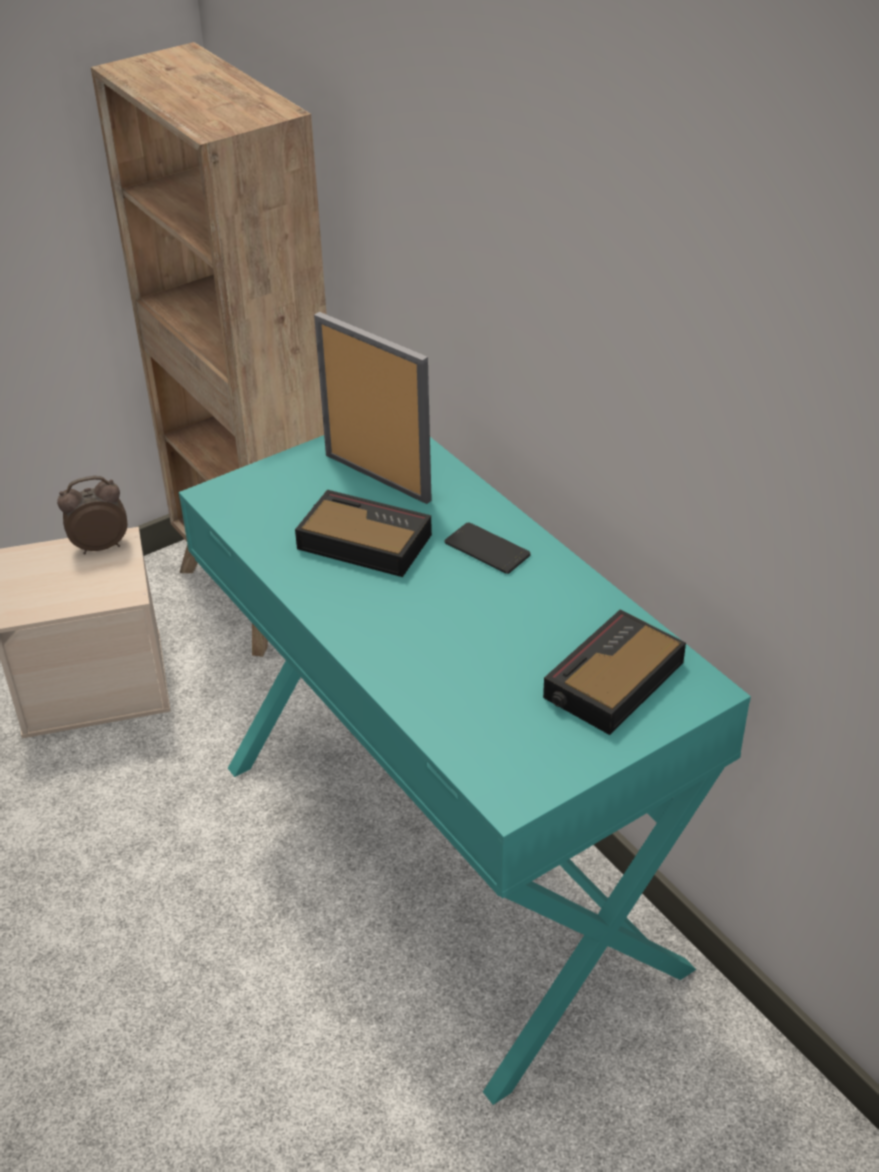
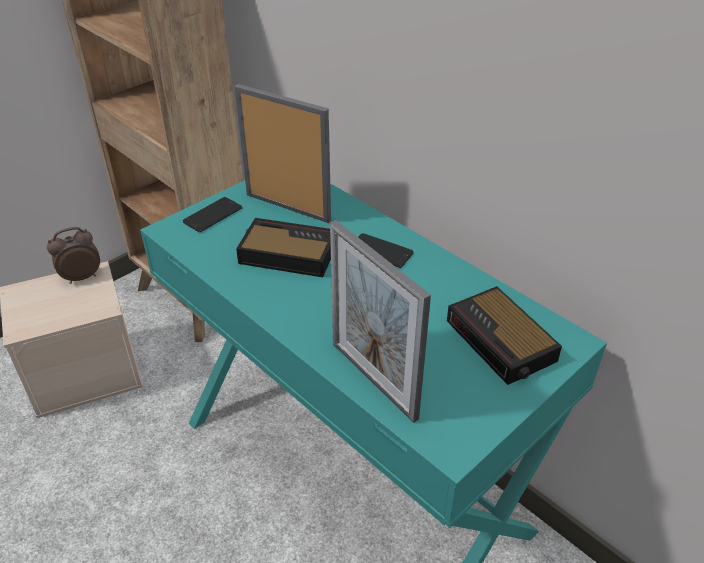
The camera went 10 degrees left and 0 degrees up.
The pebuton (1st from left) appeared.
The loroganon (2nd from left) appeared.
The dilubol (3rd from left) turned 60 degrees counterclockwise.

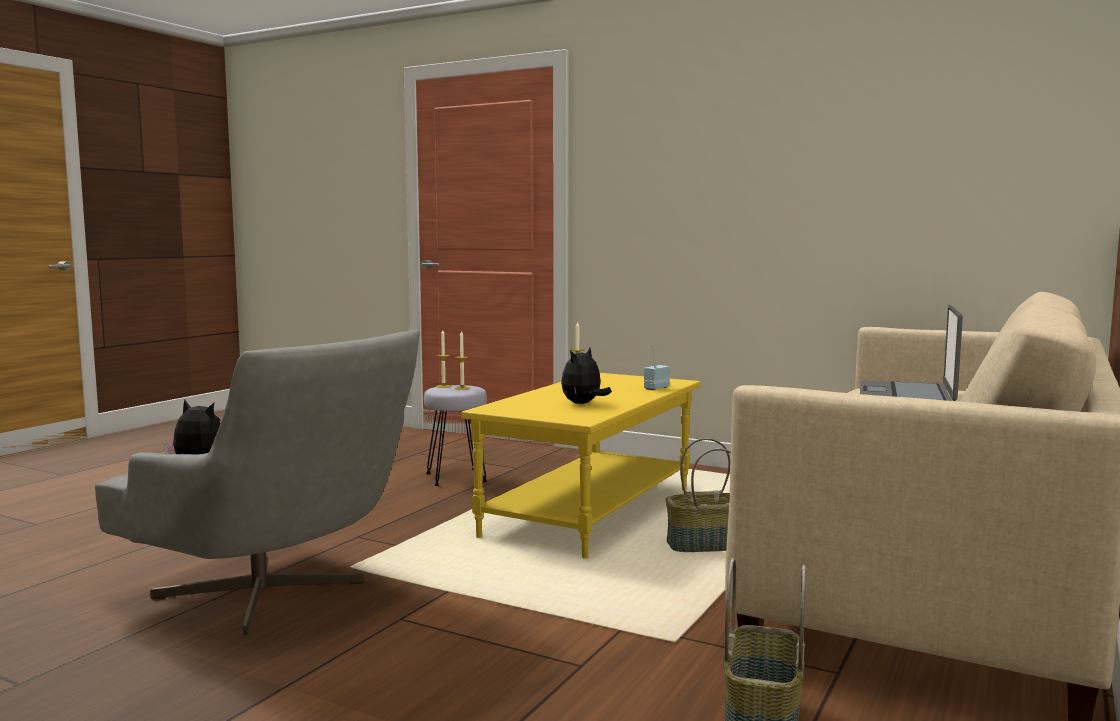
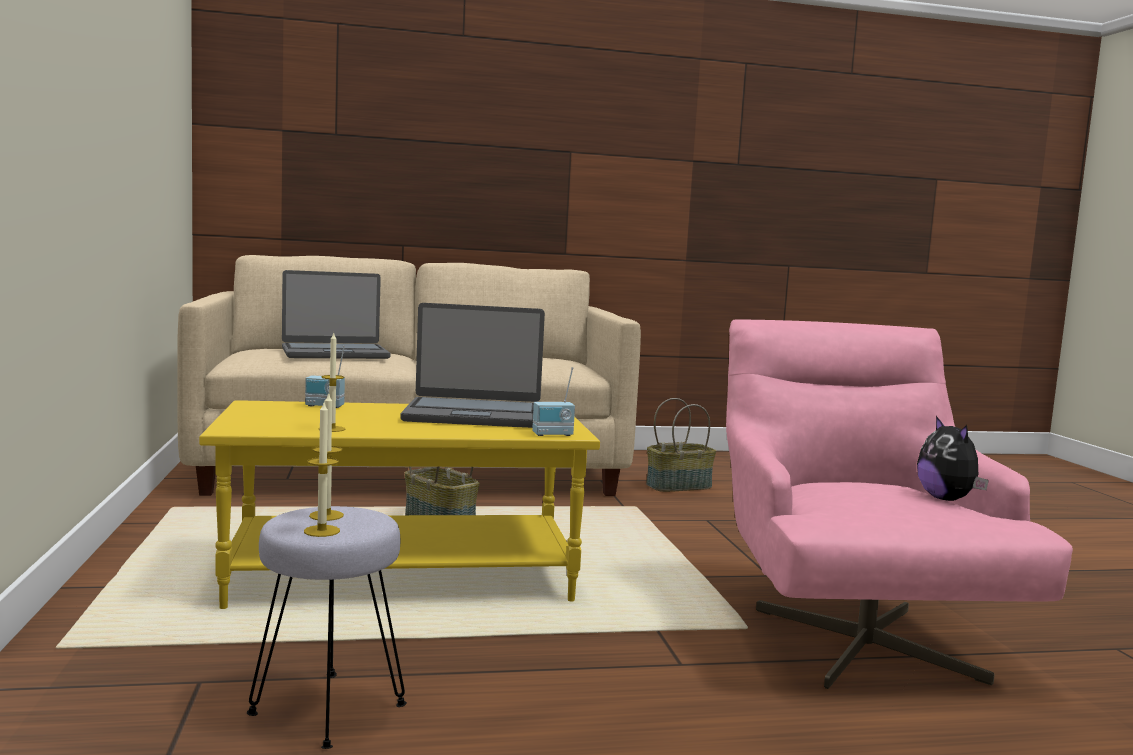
The camera went 130 degrees left and 0 degrees up.
The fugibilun (2nd from left) appeared.
The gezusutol (2nd from left) was replaced by the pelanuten (2nd from left).
The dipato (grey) became the dipato (pink).

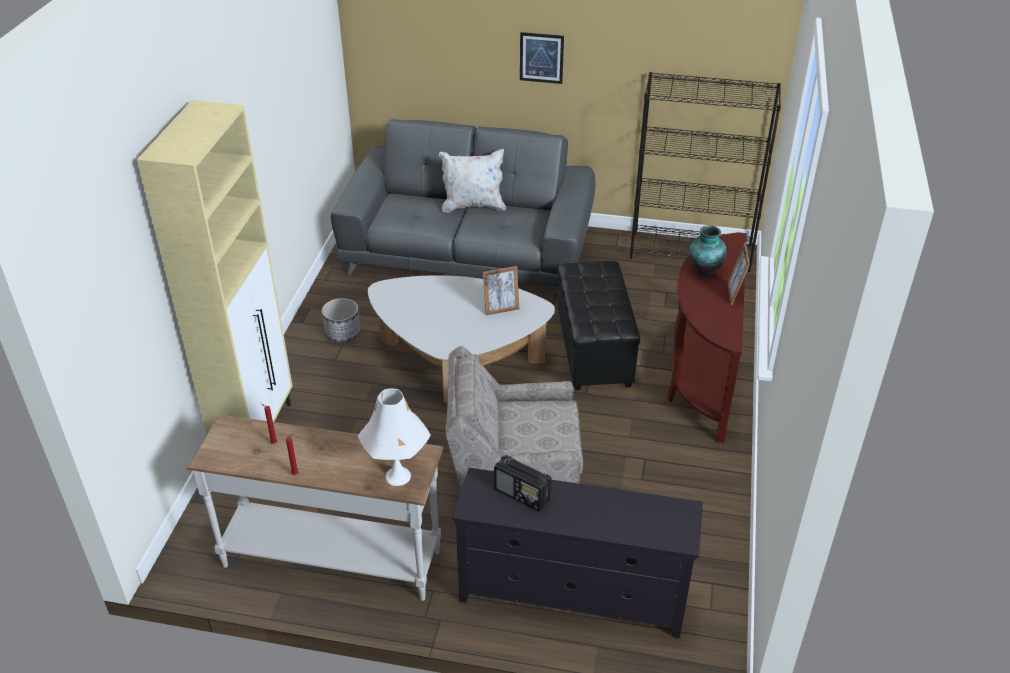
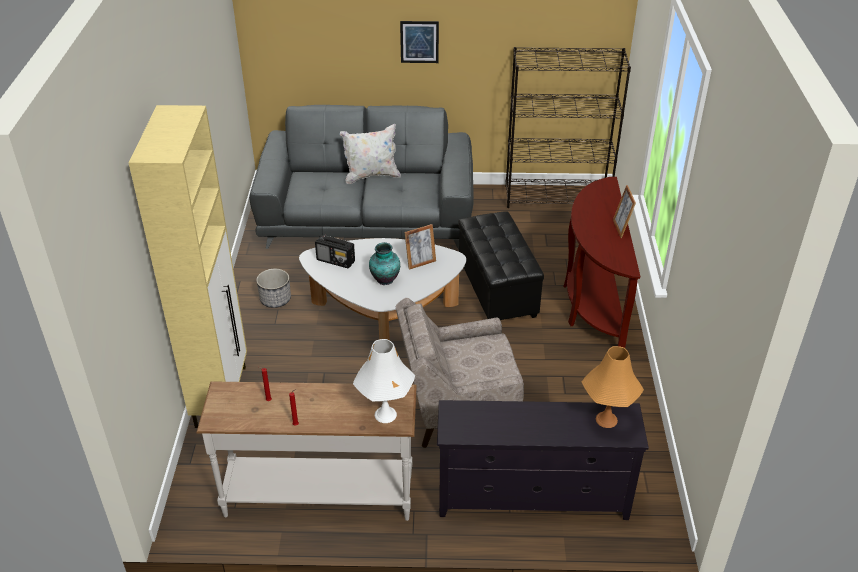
The camera went 10 degrees left and 0 degrees up.
The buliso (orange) appeared.
The fugibilun moved.
The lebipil moved.

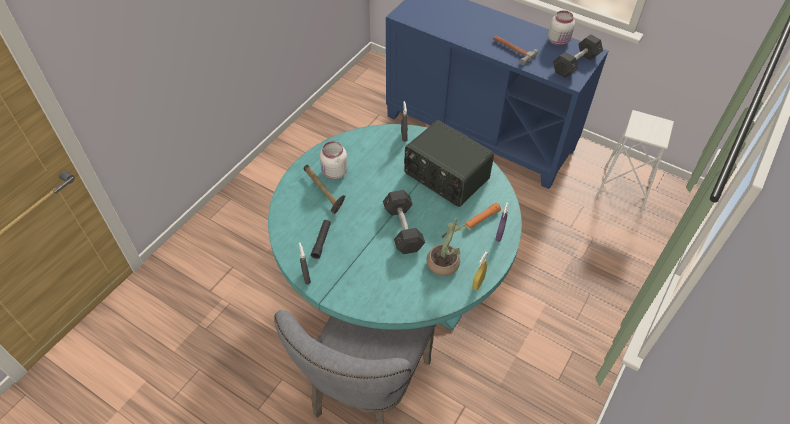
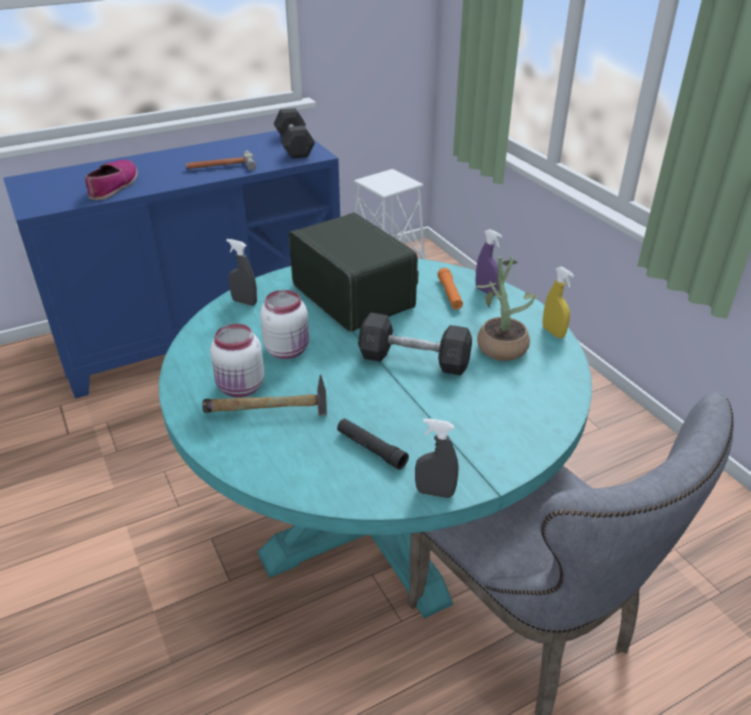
The camera went 60 degrees left and 15 degrees down.
The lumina appeared.
The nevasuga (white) (2nd from left) moved.
The fugibilun turned 105 degrees counterclockwise.

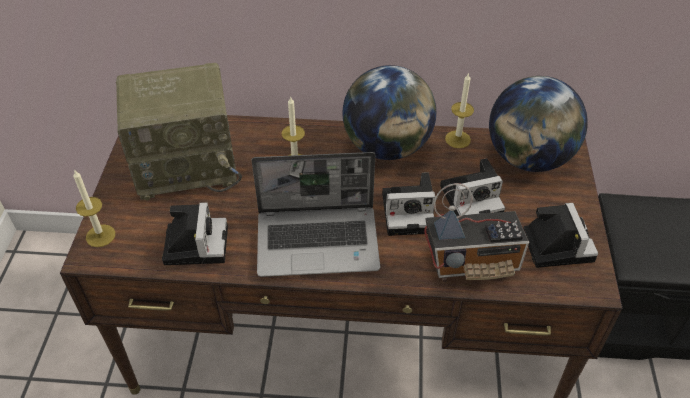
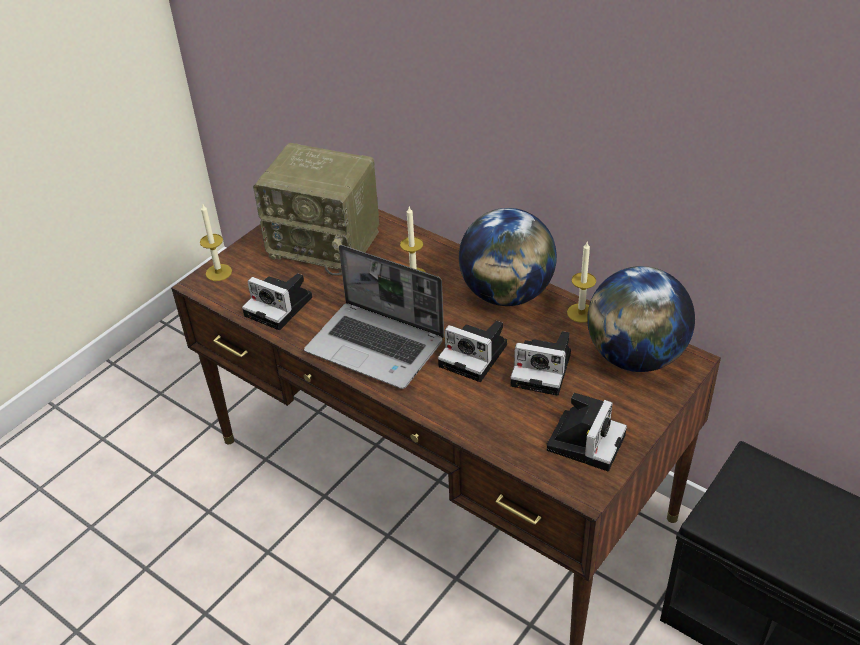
The camera went 35 degrees right and 5 degrees down.
The fugibilun (2nd from left) disappeared.
The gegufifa (1st from left) turned 90 degrees clockwise.

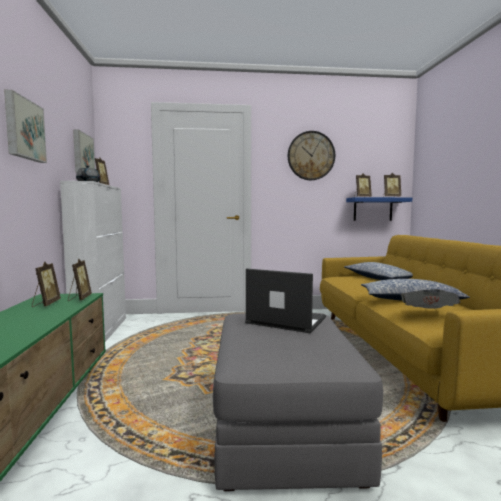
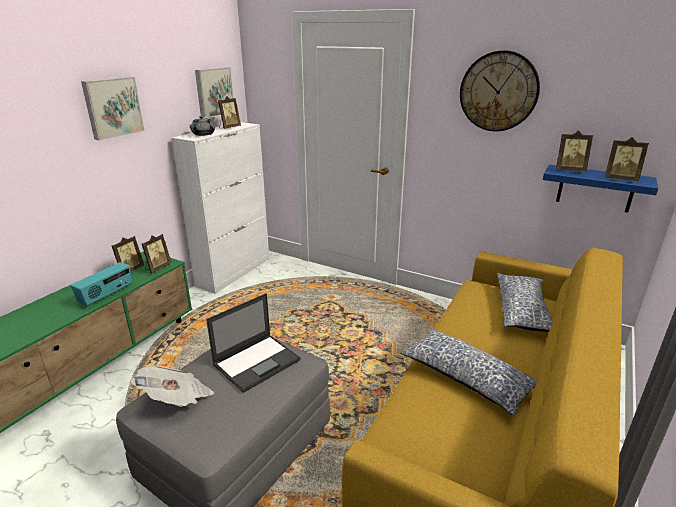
The camera went 35 degrees right and 20 degrees up.
The fugibilun appeared.
The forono moved.
The pelanuten turned 75 degrees clockwise.

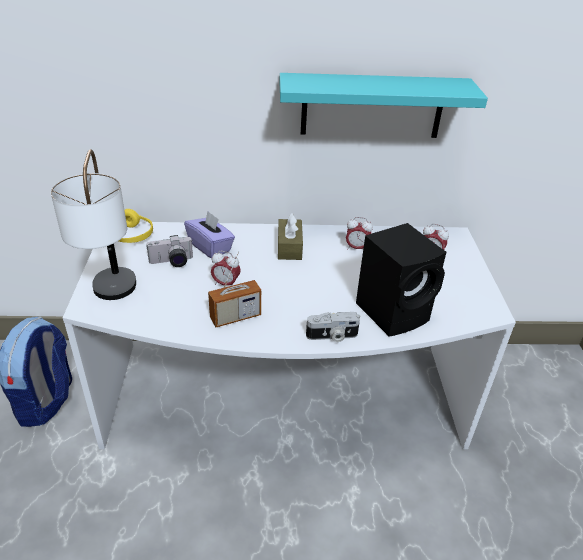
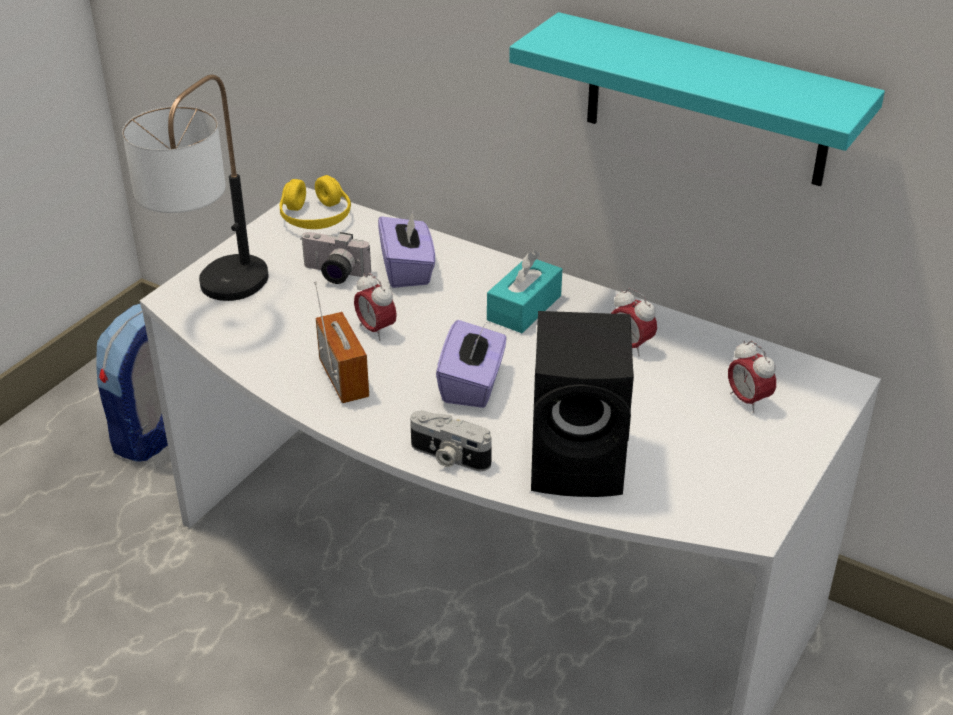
The camera went 35 degrees right and 0 degrees up.
The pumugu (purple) (2nd from left) appeared.
The pumugu (brown) became the pumugu (turquoise).
The fugibilun turned 120 degrees counterclockwise.

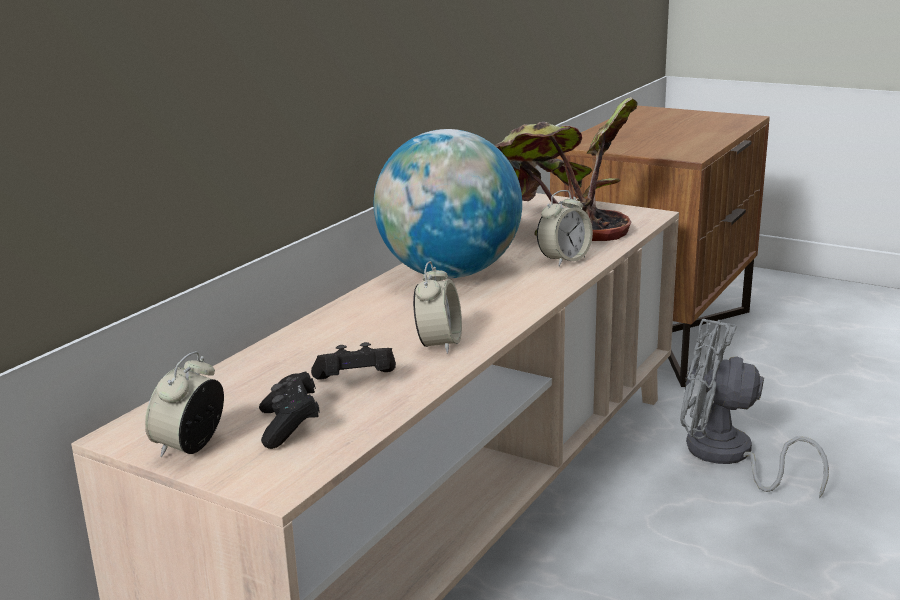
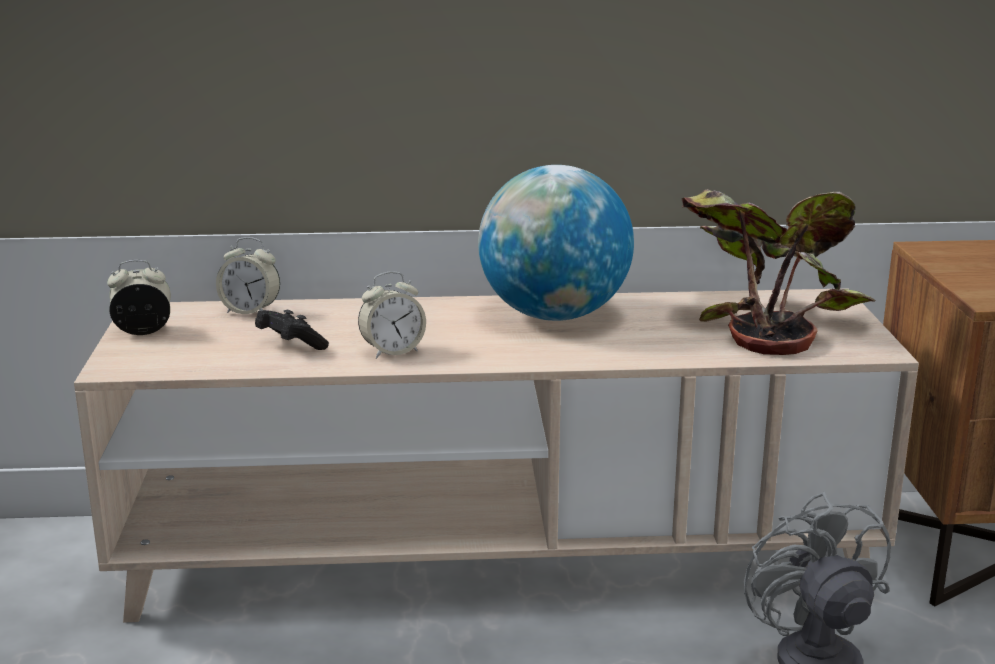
The camera went 55 degrees right and 0 degrees up.
The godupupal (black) (1st from left) disappeared.
The dilubol (3rd from left in the first image) moved.

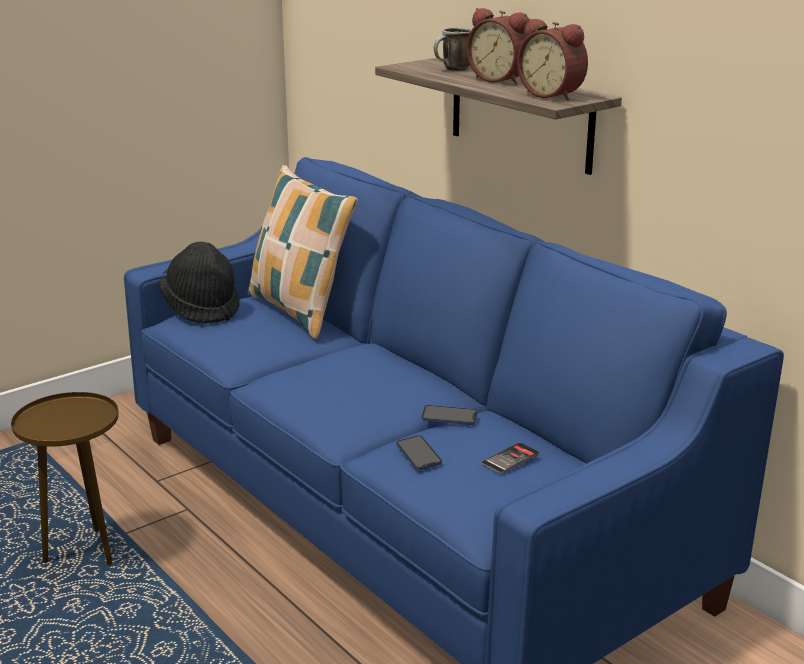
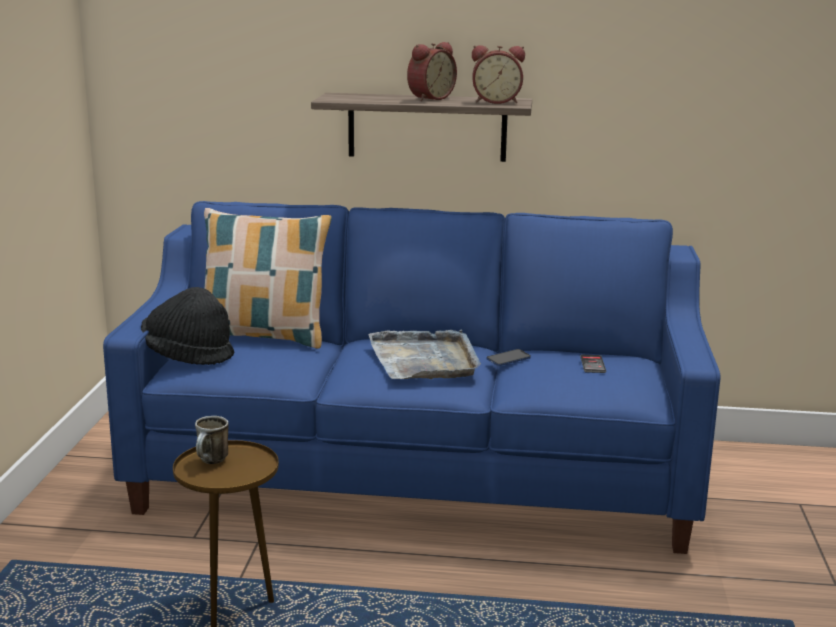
The camera went 45 degrees left and 5 degrees down.
The pebuton (1st from left) disappeared.
The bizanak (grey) appeared.
The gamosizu moved.
The dilubol (1st from left) turned 45 degrees counterclockwise.

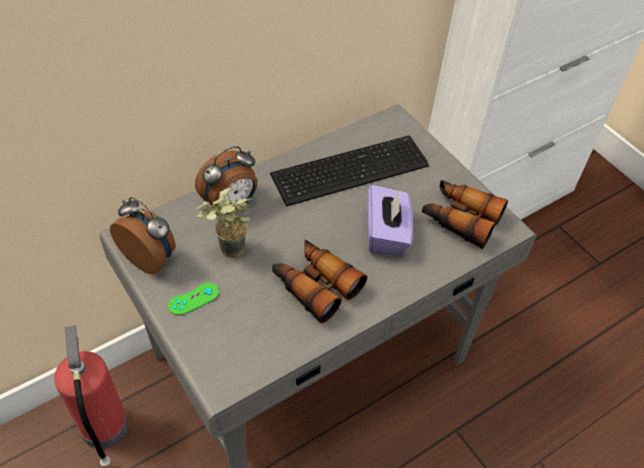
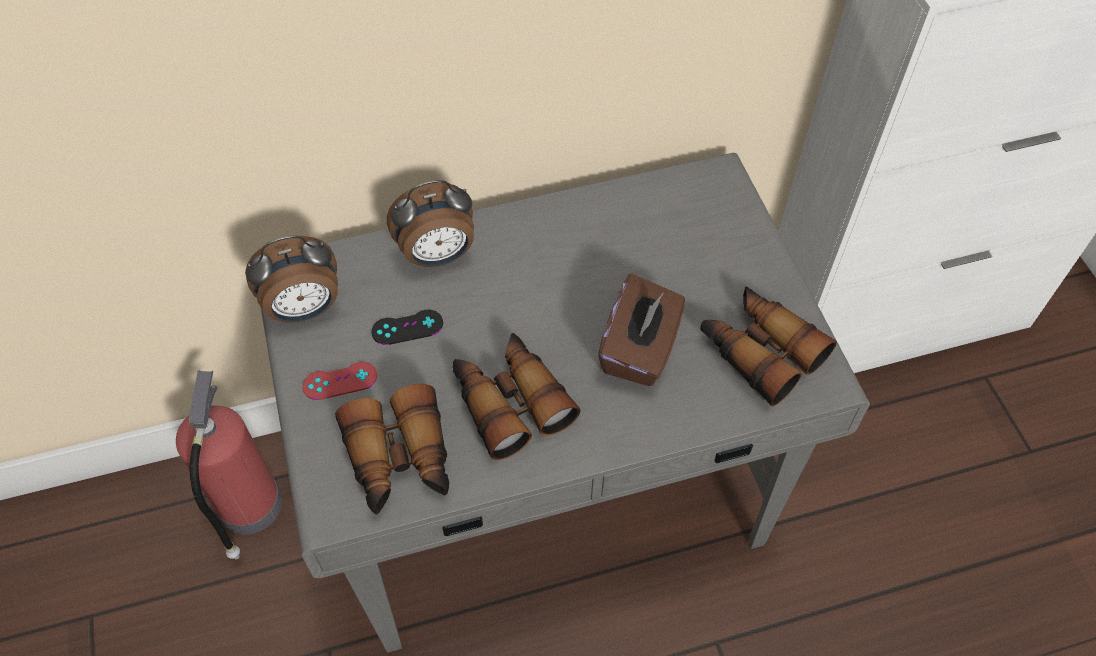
The camera went 20 degrees right and 5 degrees up.
The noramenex disappeared.
The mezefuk (1st from left) appeared.
The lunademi was replaced by the godupupal (black).
The godupupal (green) became the godupupal (red).
The pumugu (purple) became the pumugu (brown).
The dilubol (1st from left) turned 105 degrees clockwise.

